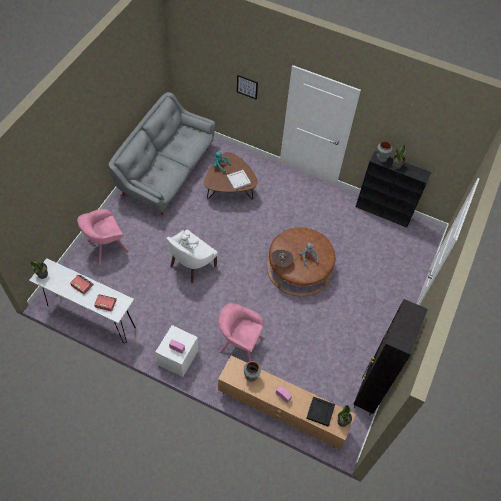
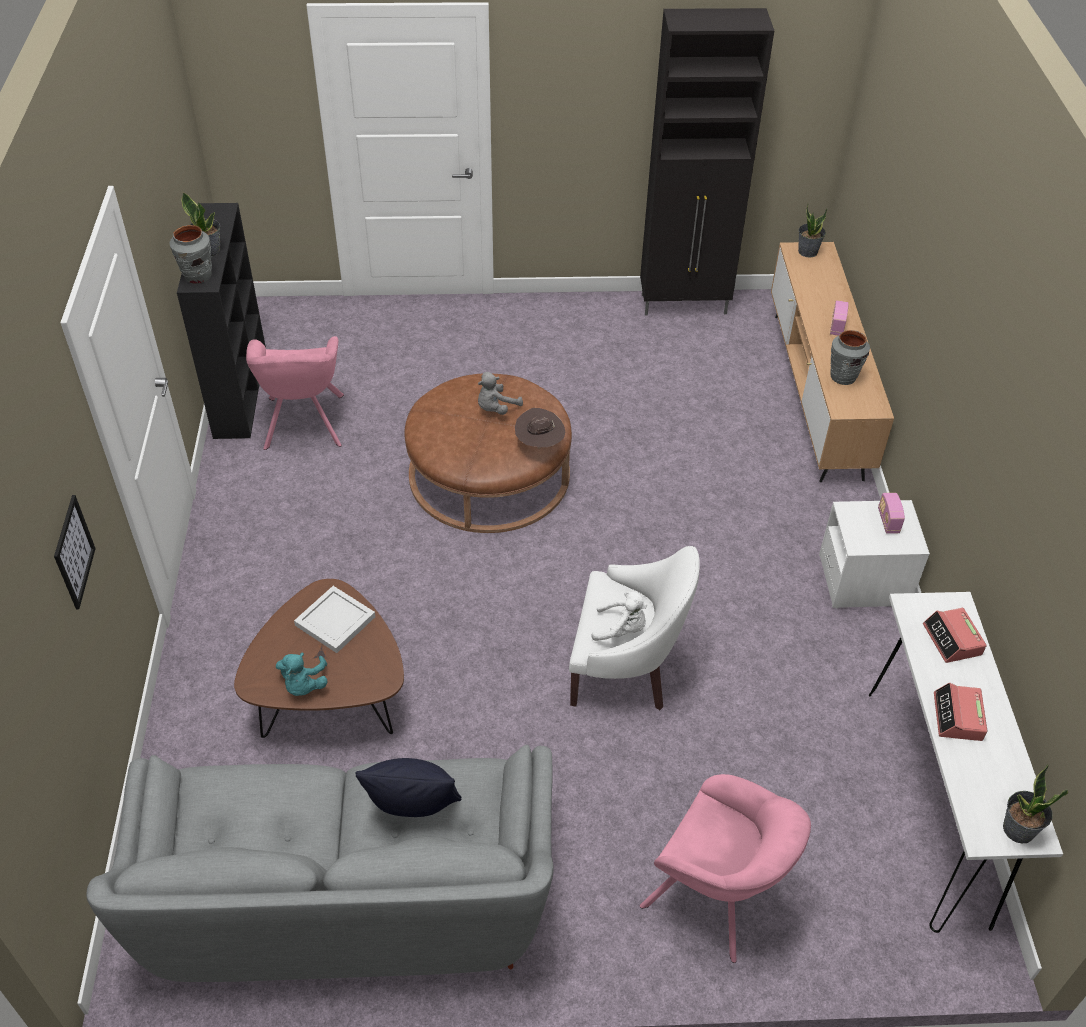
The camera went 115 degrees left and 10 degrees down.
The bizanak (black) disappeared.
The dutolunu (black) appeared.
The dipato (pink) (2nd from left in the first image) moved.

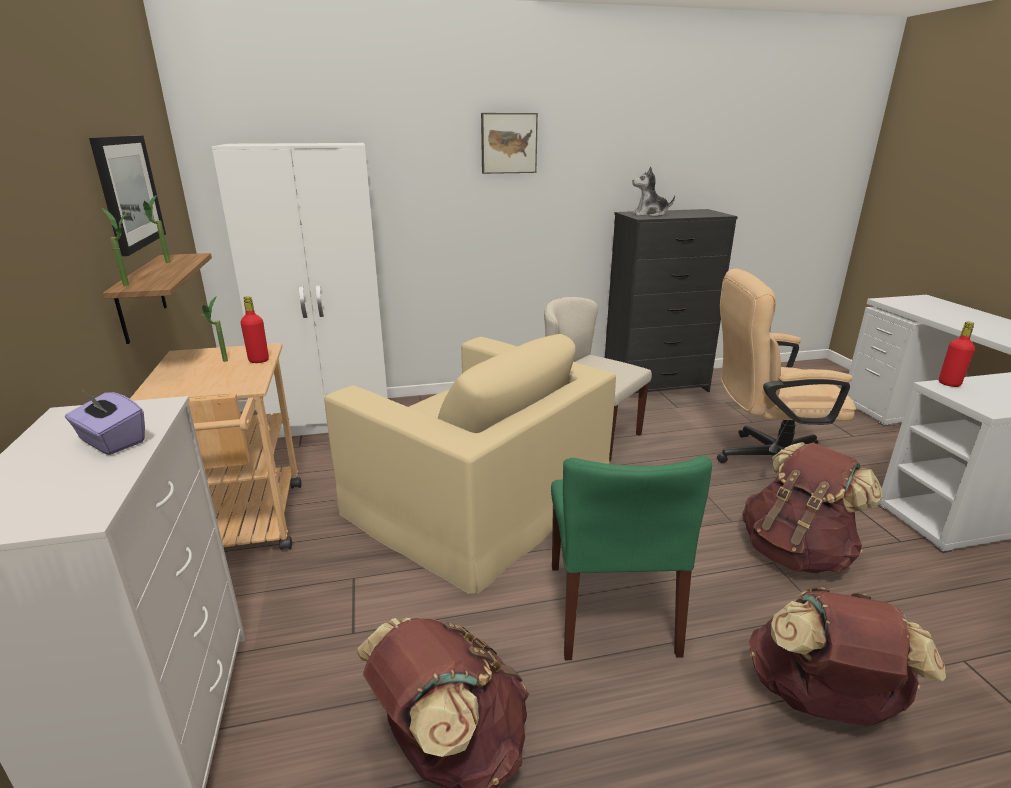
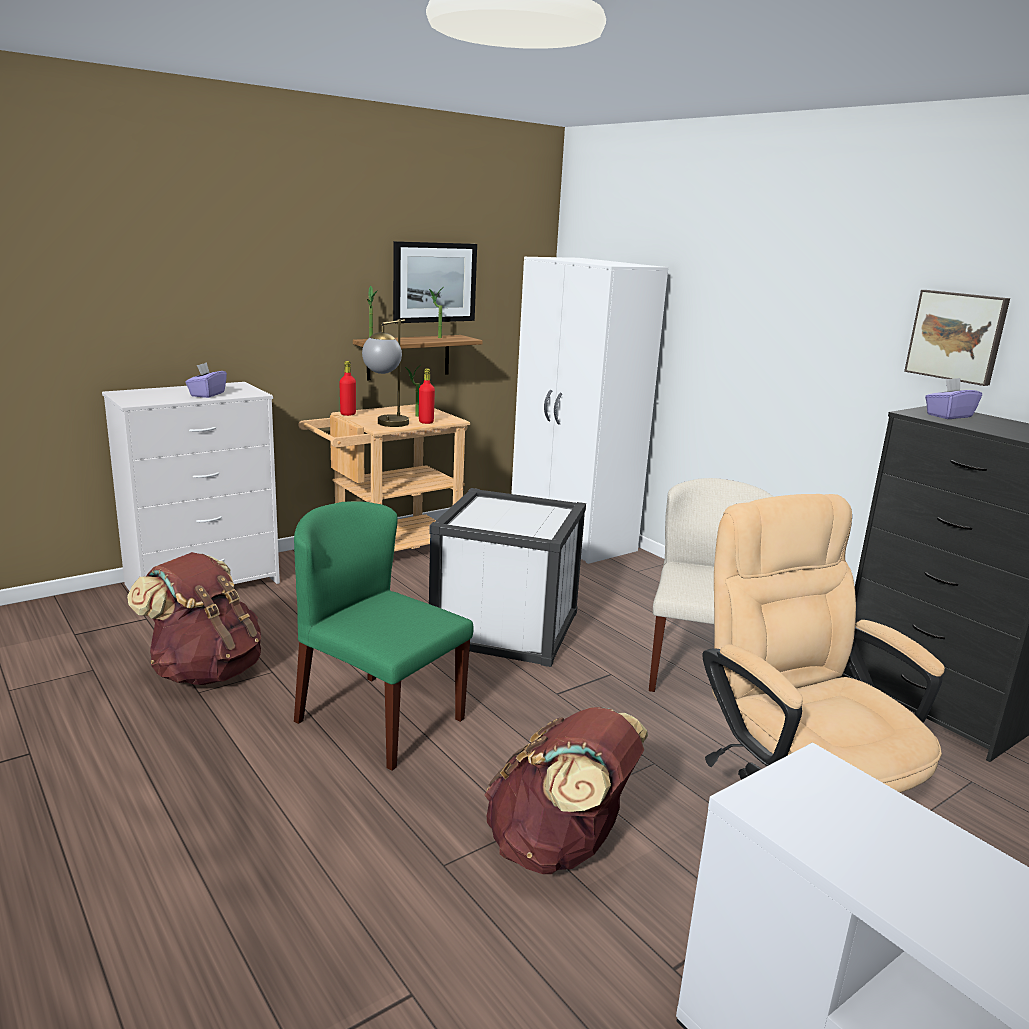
The camera went 65 degrees right and 5 degrees down.
The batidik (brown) (3rd from left) disappeared.
The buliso appeared.
The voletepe (2nd from left) moved.
The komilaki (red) (2nd from left in the first image) moved.
The dipato (beige) was replaced by the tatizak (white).
The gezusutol was replaced by the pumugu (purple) (2nd from left).
The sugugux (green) turned 60 degrees clockwise.

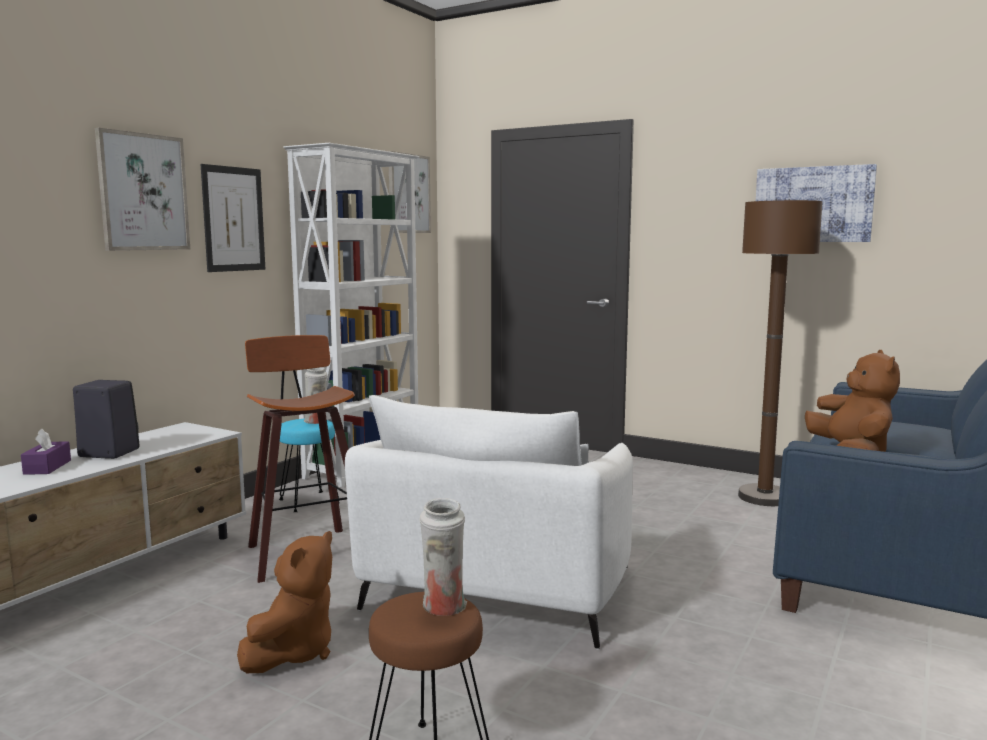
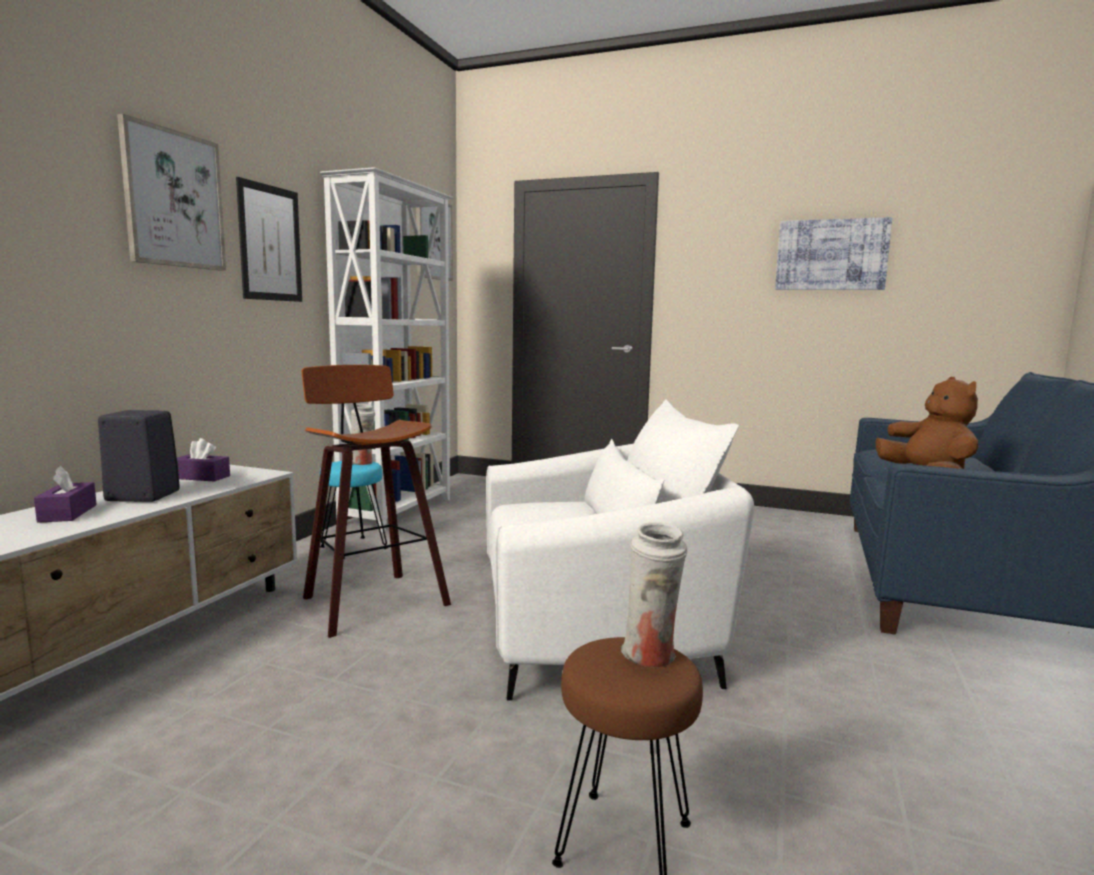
The camera went 10 degrees left and 0 degrees up.
The gezusutol (brown) (1st from left) disappeared.
The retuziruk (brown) disappeared.
The pumugu (purple) (2nd from left) appeared.
The dipato (white) turned 105 degrees counterclockwise.

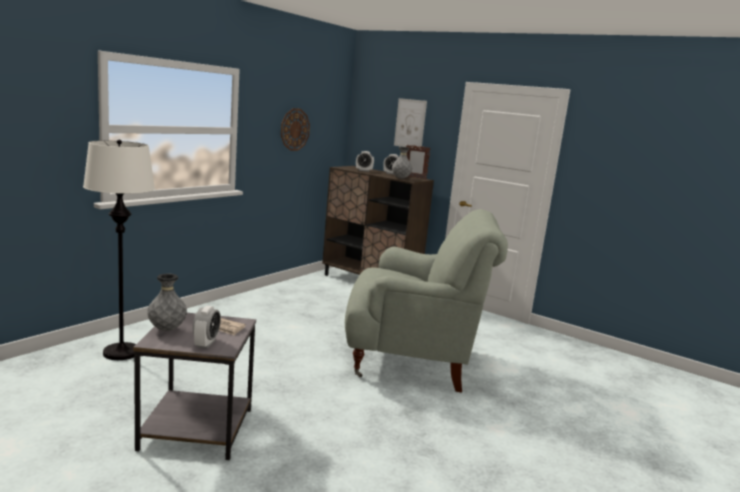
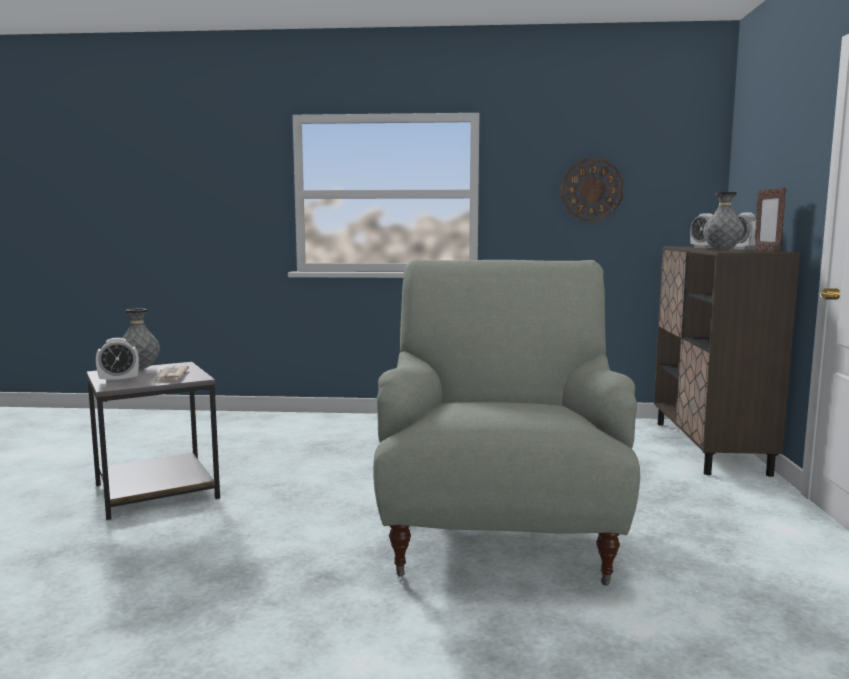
The camera went 60 degrees right and 5 degrees down.
The retuziruk (white) disappeared.
The voletepe disappeared.
The dipato (grey) turned 150 degrees counterclockwise.

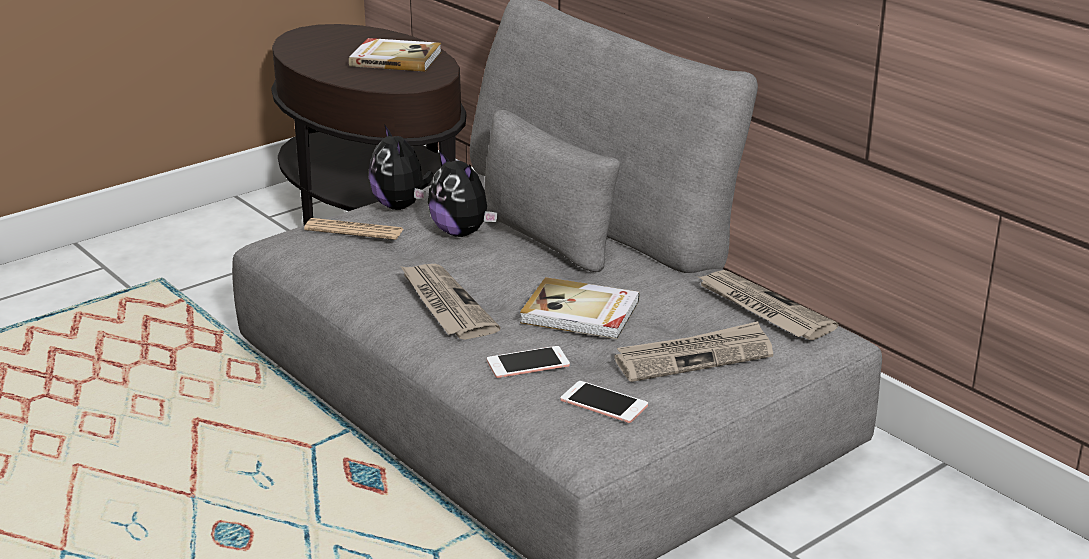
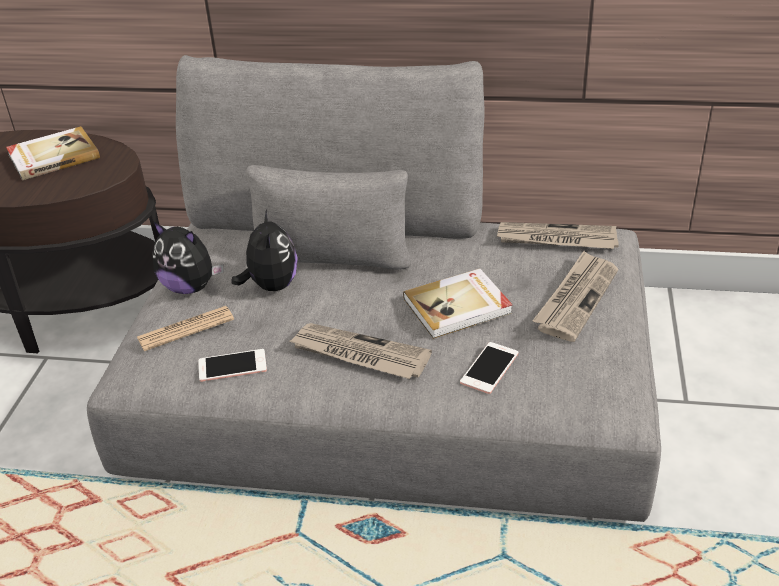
The camera went 40 degrees left and 10 degrees up.
The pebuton (2nd from left in the first image) moved.
The gezusutol (2nd from left) turned 105 degrees counterclockwise.

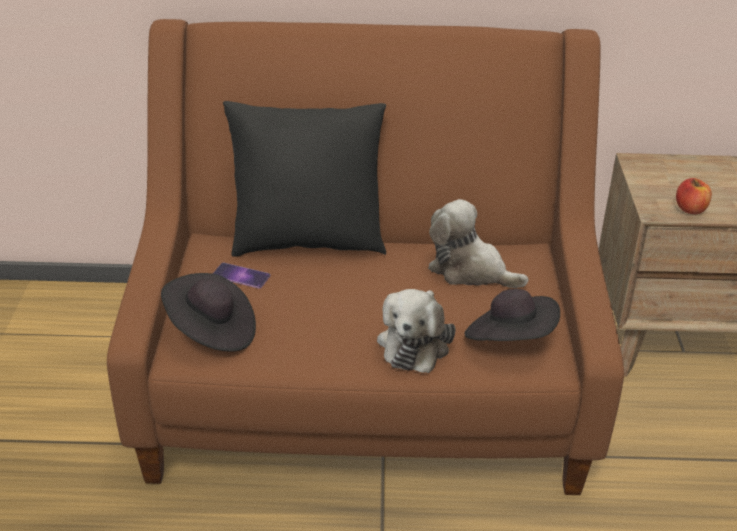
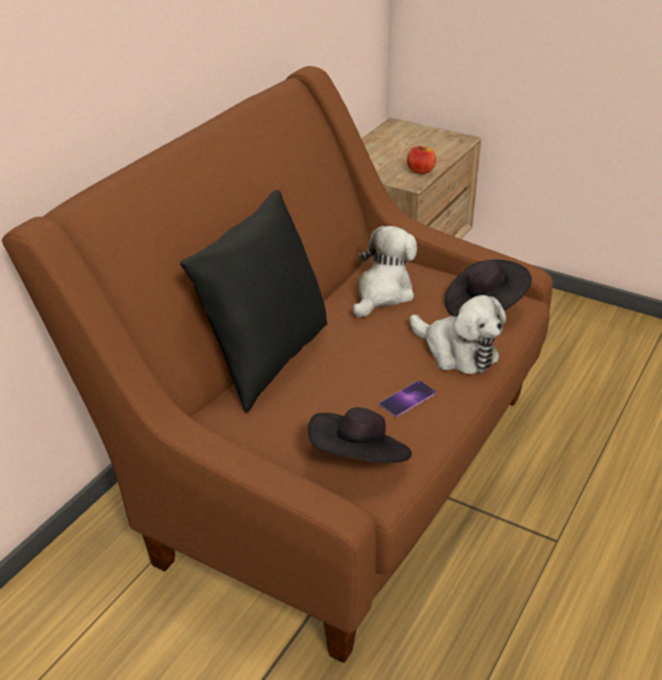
The camera went 60 degrees left and 0 degrees up.
The pebuton moved.
The gezusutol (2nd from left in the first image) turned 150 degrees clockwise.

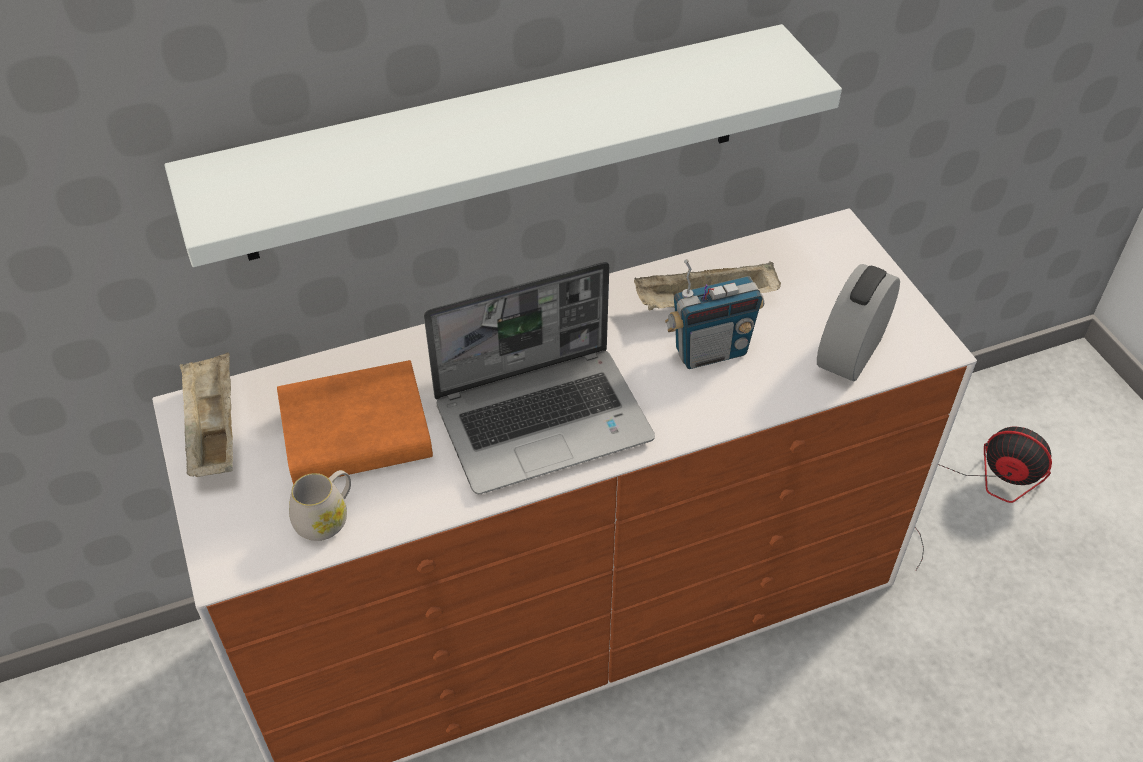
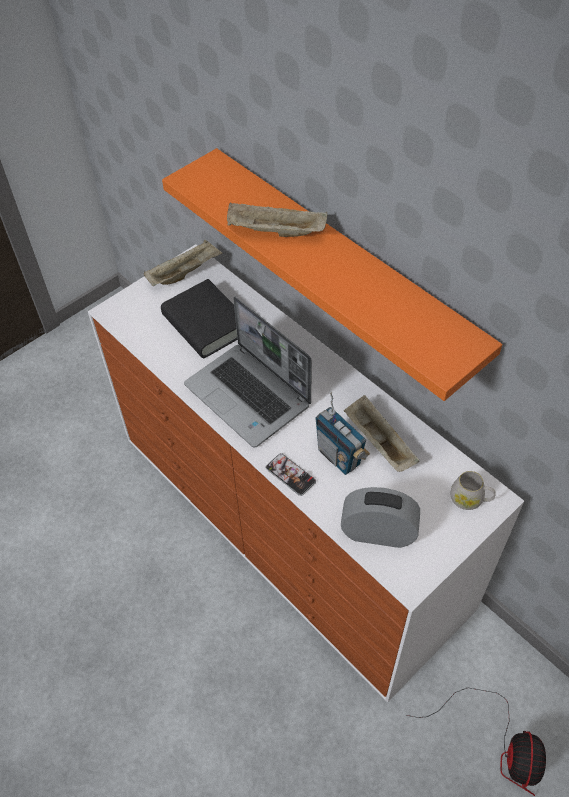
The camera went 70 degrees right and 5 degrees up.
The bizanak (beige) (2nd from left) appeared.
The pebuton appeared.
The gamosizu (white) moved.
The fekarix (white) became the fekarix (orange).
The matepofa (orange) became the matepofa (black).

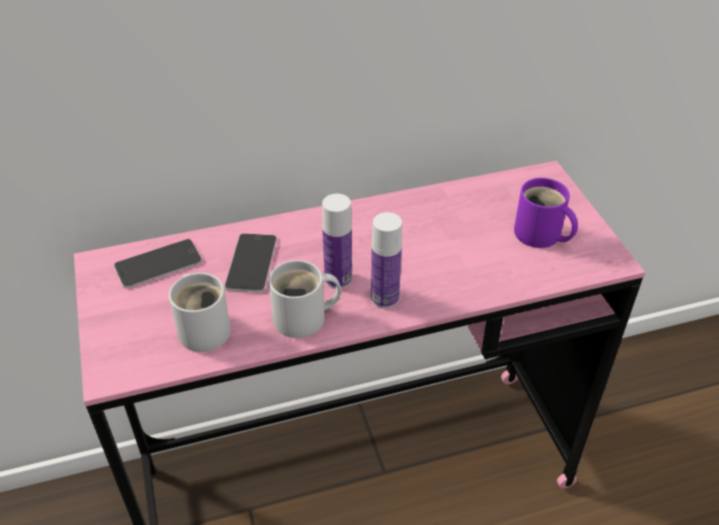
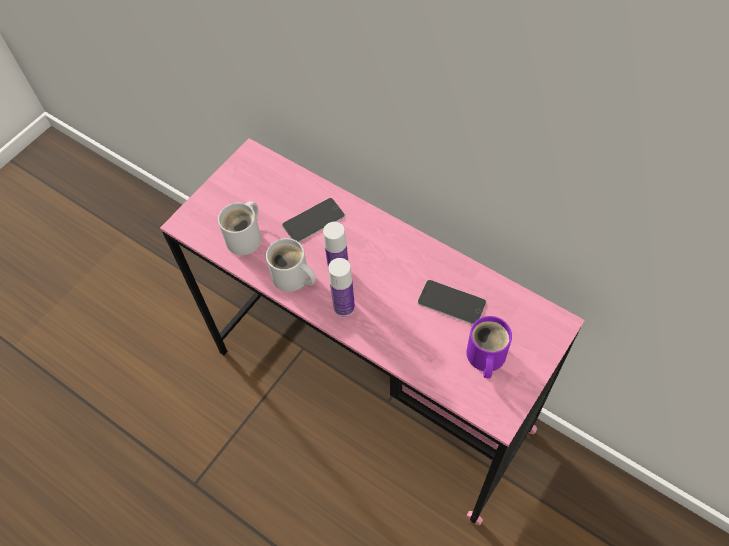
The camera went 55 degrees right and 15 degrees up.
The pebuton (1st from left in the first image) moved.

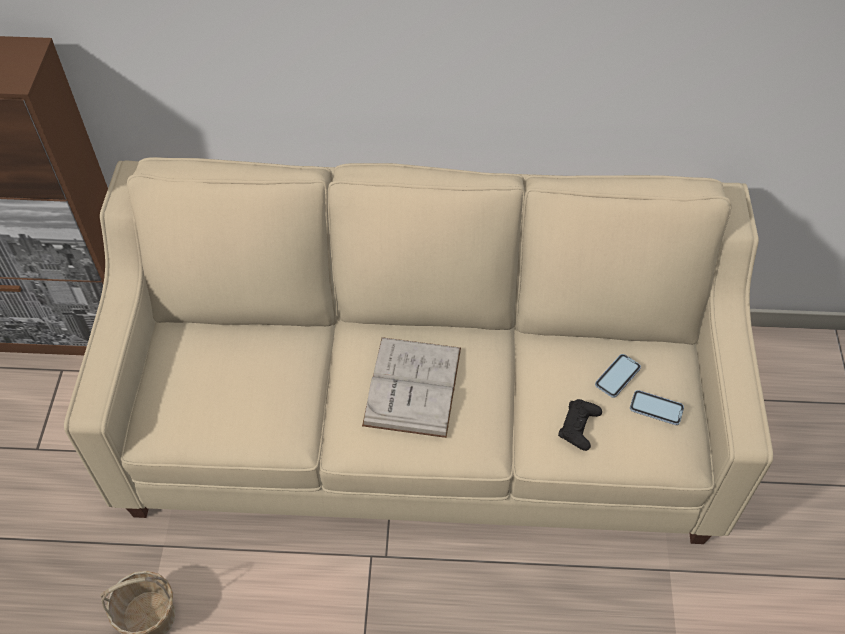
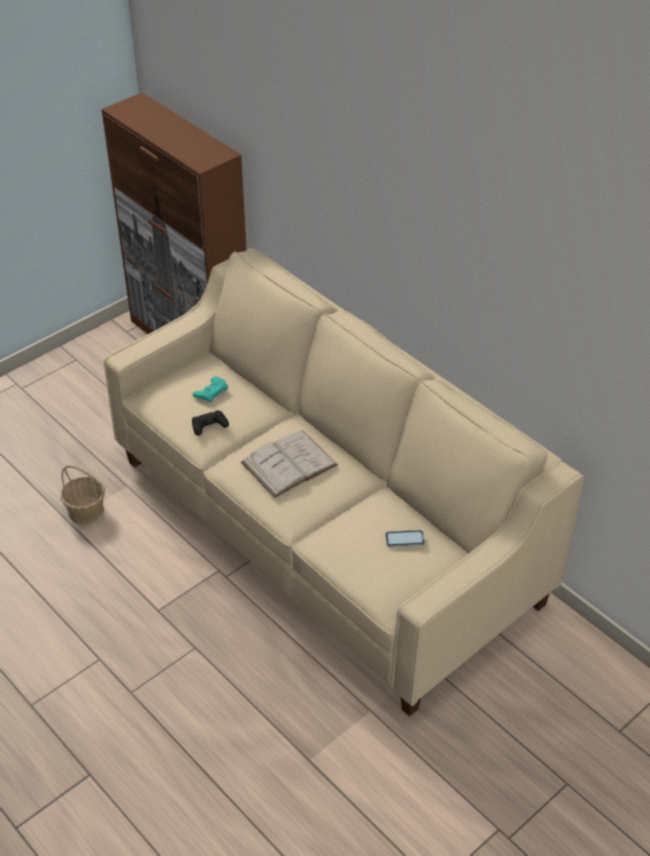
The camera went 45 degrees right and 10 degrees down.
The pebuton (2nd from left) disappeared.
The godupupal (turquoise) appeared.
The godupupal (black) moved.

